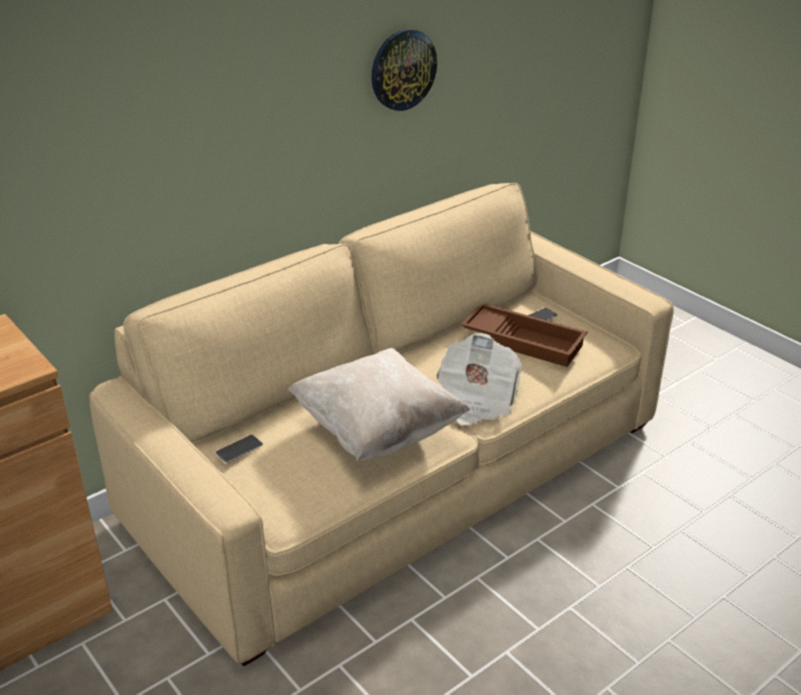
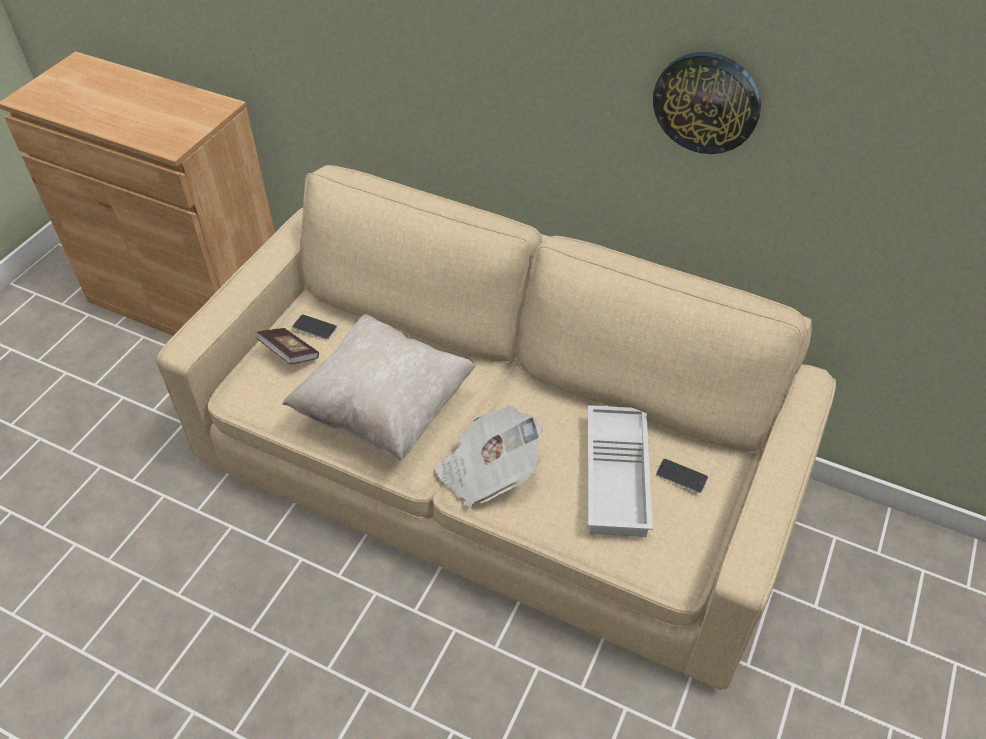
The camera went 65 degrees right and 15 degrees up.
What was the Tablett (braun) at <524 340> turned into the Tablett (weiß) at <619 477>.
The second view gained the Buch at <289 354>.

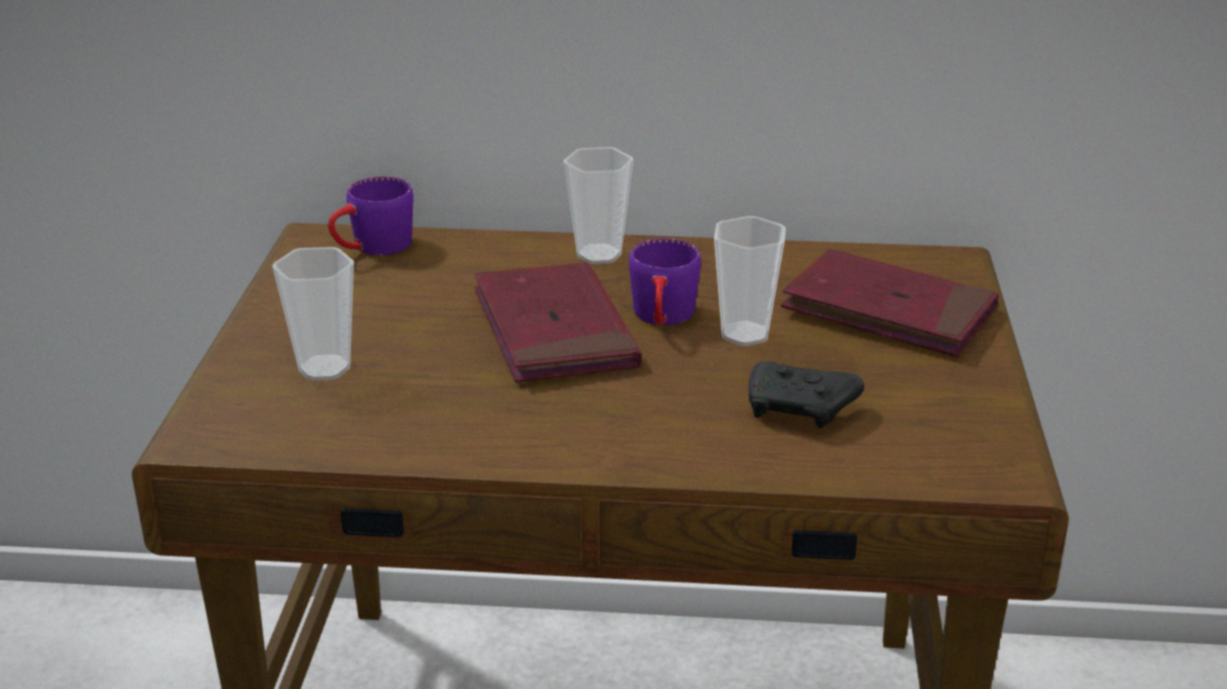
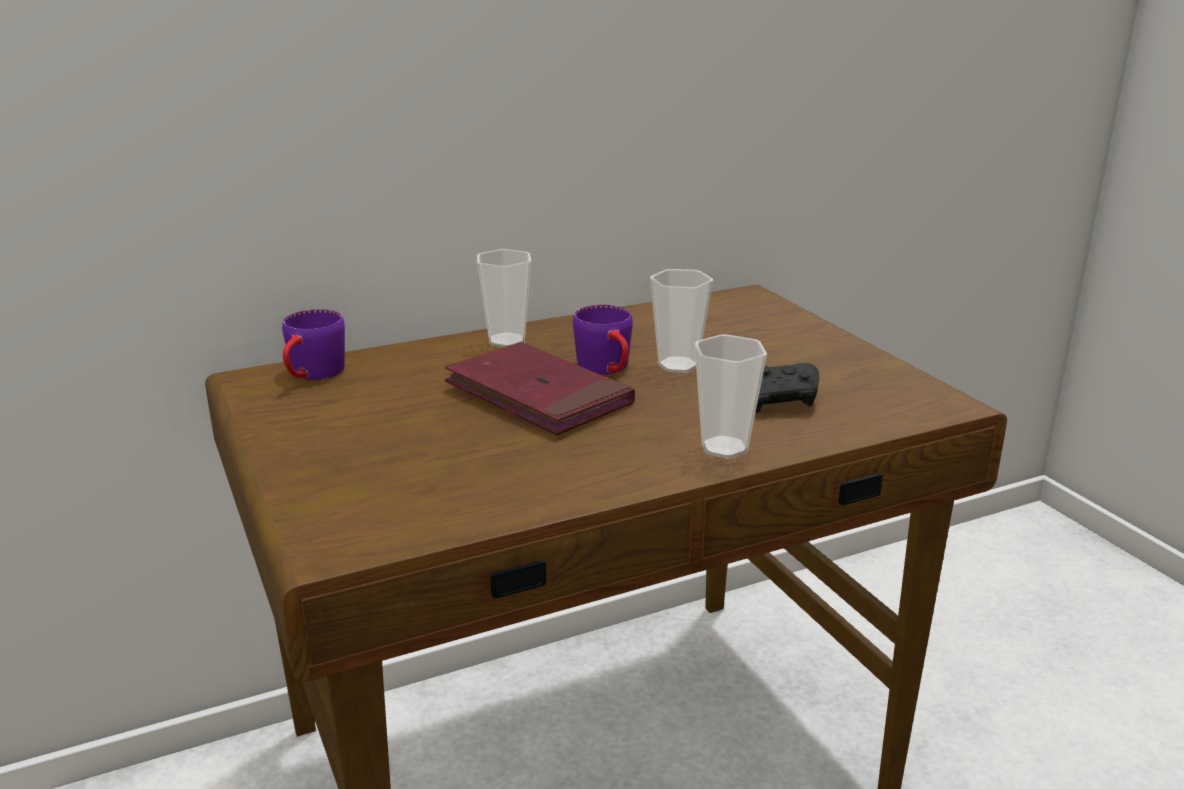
The camera went 30 degrees left and 5 degrees down.
The Tasse ended up elsewhere, having gone from <324 368> to <724 448>.
The second view lost the Buch (rot) at <888 311>.

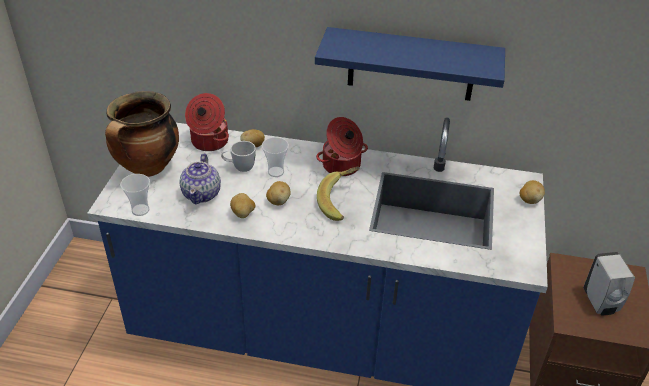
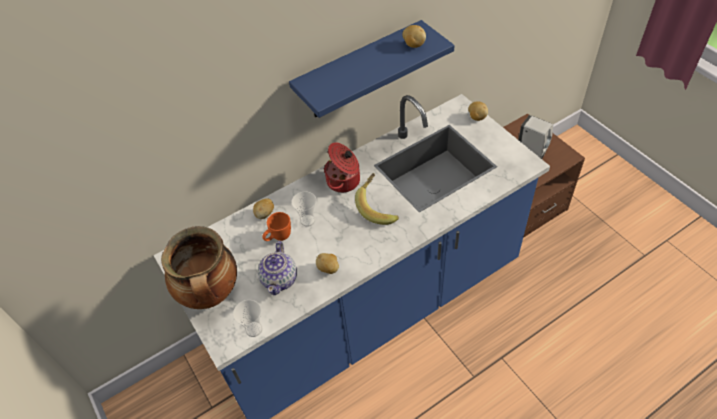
The camera went 40 degrees left and 10 degrees up.
The Teekanne at <202 193> ended up facing another way, 45 degrees clockwise from before.
The second view lost the Kochtopf at <209 142>.
What was the Henkelbecher (weiß) at <239 167> turned into the Henkelbecher (orange) at <278 238>.
The Kartoffel ended up elsewhere, having gone from <278 201> to <413 45>.

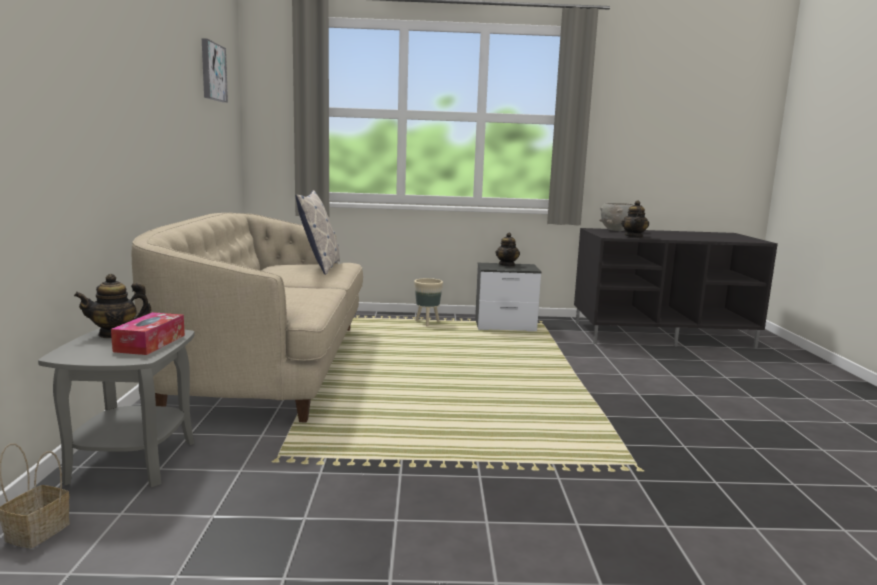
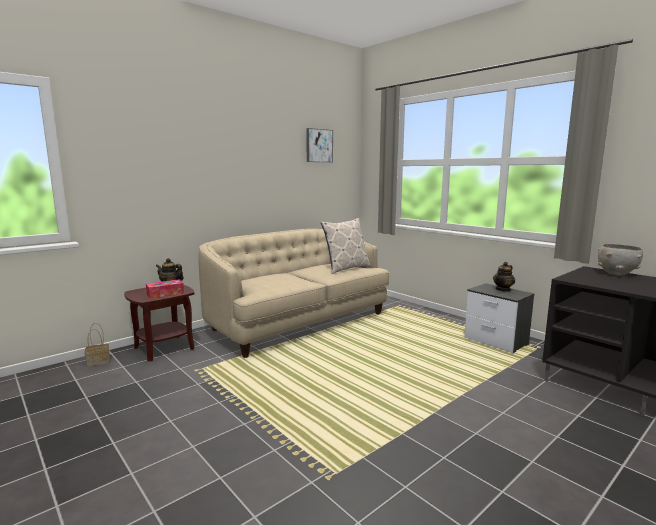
The camera went 50 degrees right and 0 degrees up.
What was the Beistelltisch (grau) at <131 461> turned into the Beistelltisch (braun) at <164 348>.
The second view lost the Pflanzkübel (beige) at <427 323>.
The second view lost the Teekanne at <634 236>.

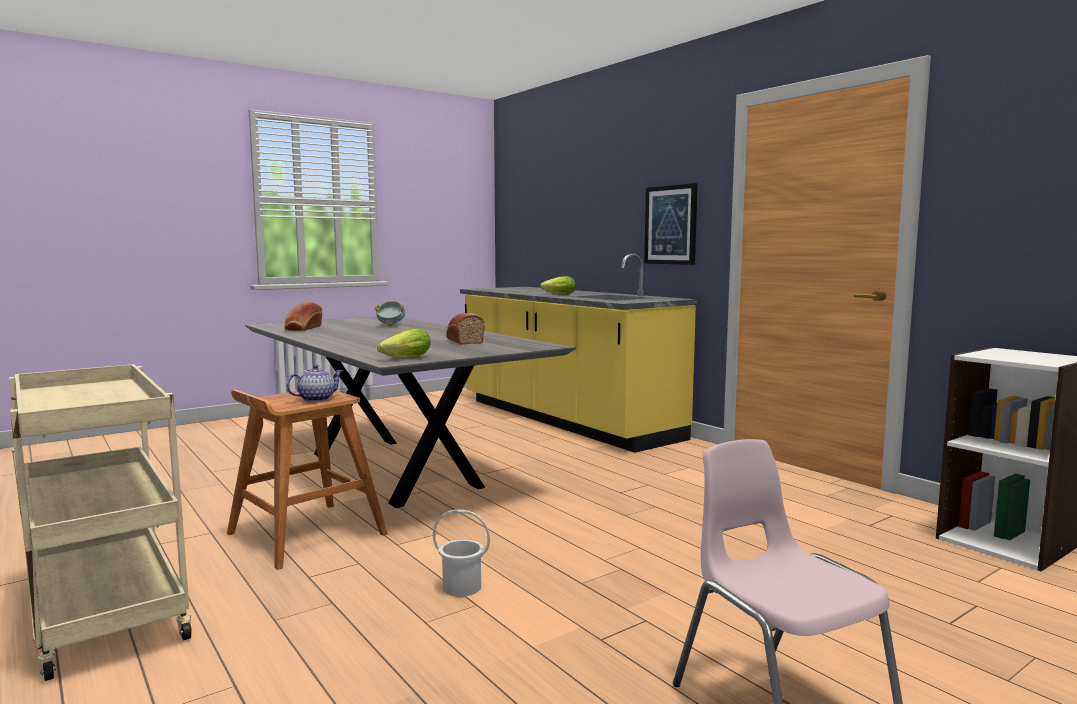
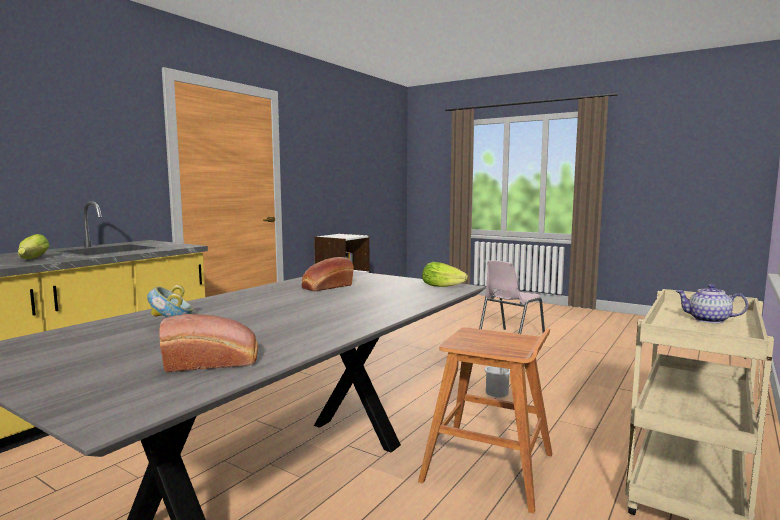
The camera went 110 degrees left and 0 degrees up.
The Teekanne ended up elsewhere, having gone from <316 399> to <708 320>.
The second view lost the Bild at <671 225>.

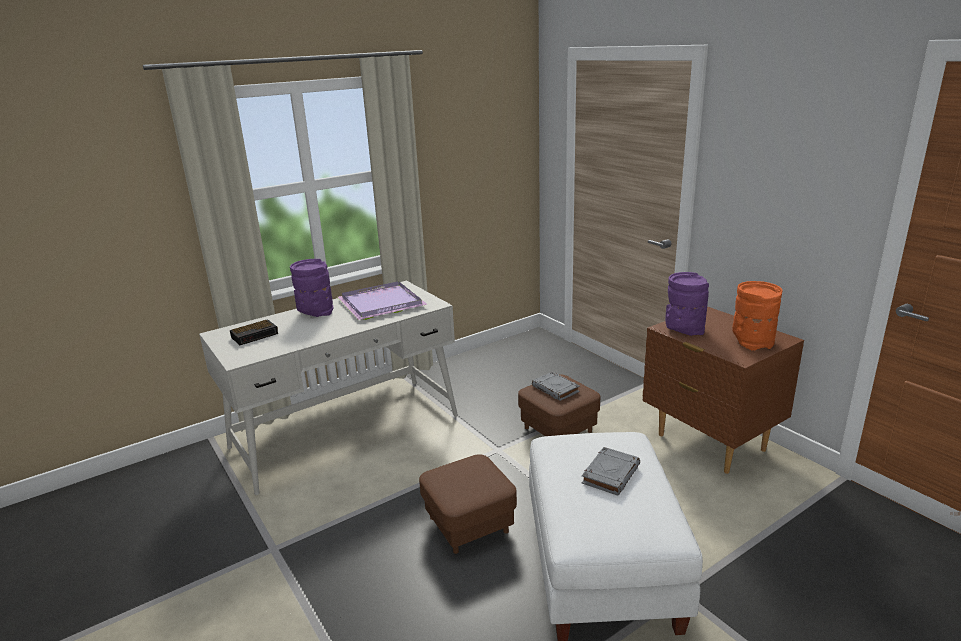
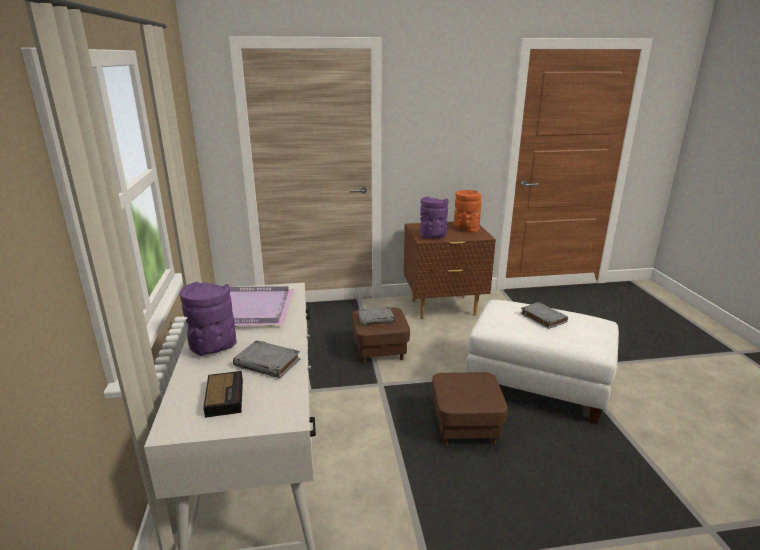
The camera went 65 degrees left and 0 degrees up.
The second view gained the Buch (grau) at <268 363>.

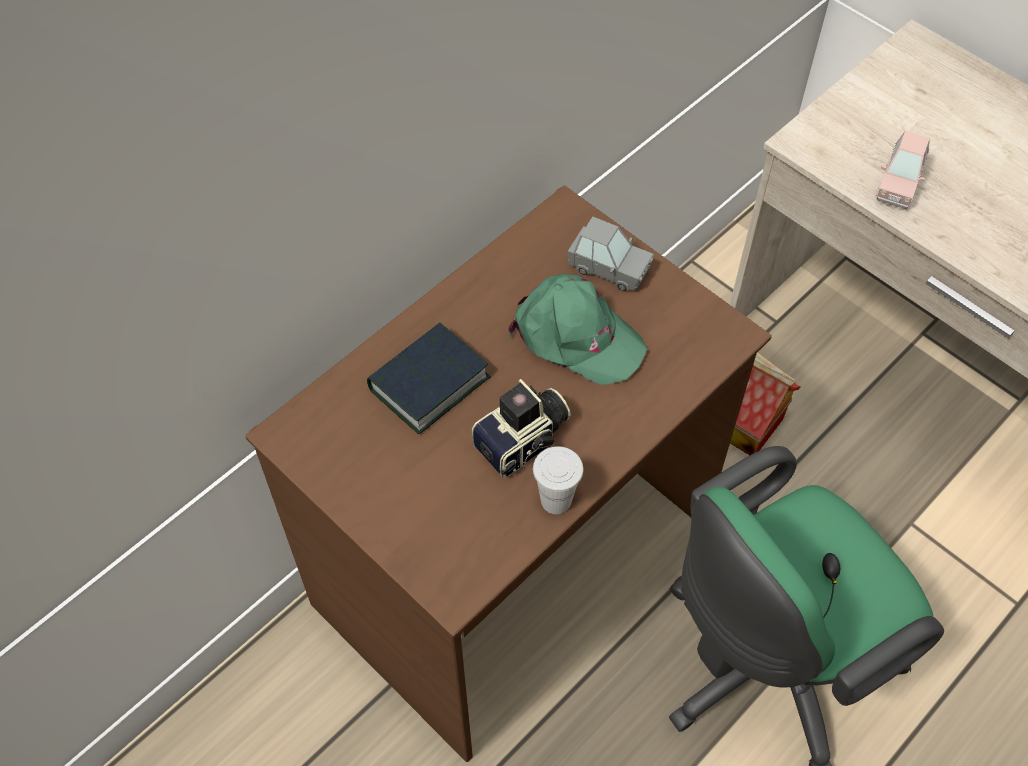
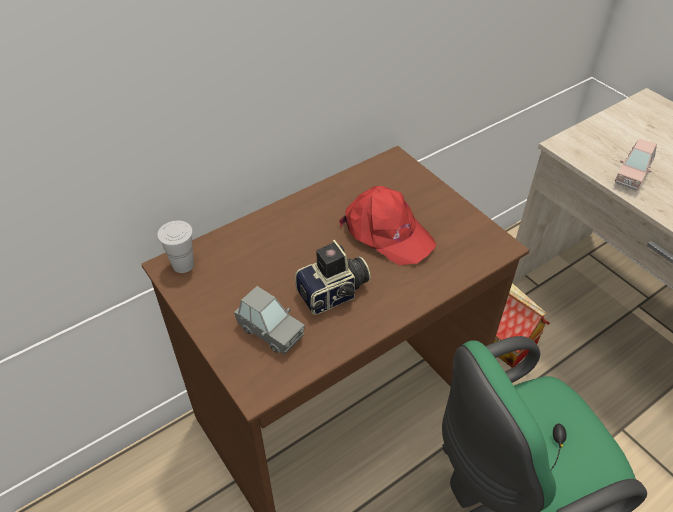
The camera went 10 degrees right and 10 degrees down.
The second view lost the Buch at <429 383>.
What was the Kappe (grün) at <575 336> turned into the Kappe (rot) at <386 232>.
The Tasse (weiß) ended up elsewhere, having gone from <556 500> to <183 265>.
The Spielzeugauto (grau) ended up elsewhere, having gone from <609 269> to <270 331>.

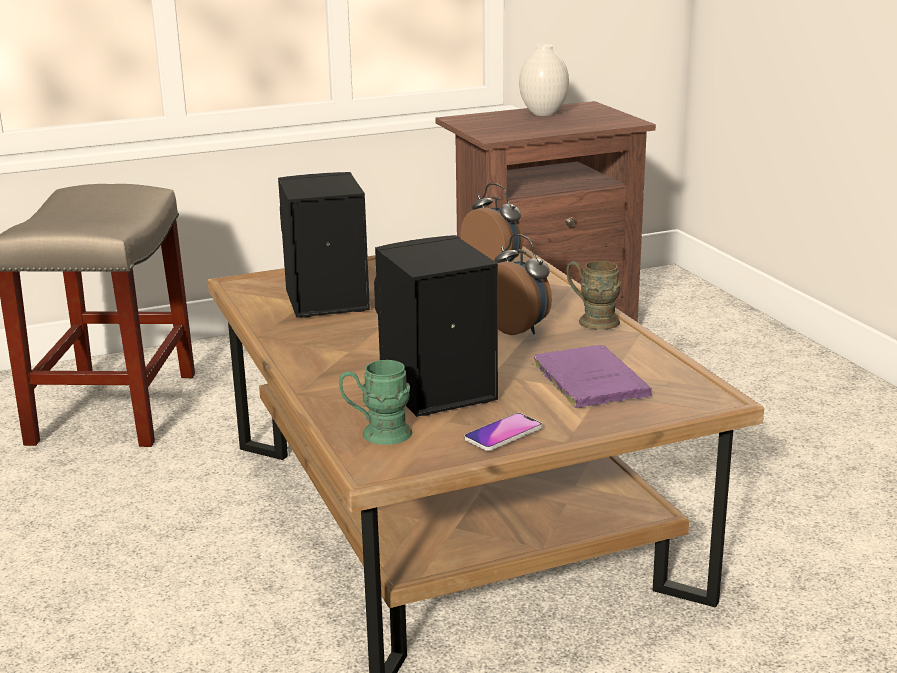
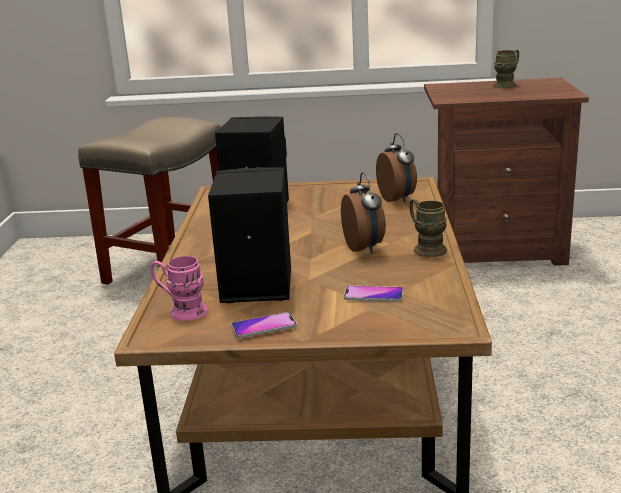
The camera went 25 degrees right and 0 degrees up.
What was the Henkelbecher (grün) at <377 434> turned into the Henkelbecher (rosa) at <181 311>.
Where the Vase (weiß) stood at <543 113>, the Henkelbecher (braun) came to stand at <507 85>.
Where the Buch (lila) stood at <588 380>, the Handy came to stand at <373 295>.

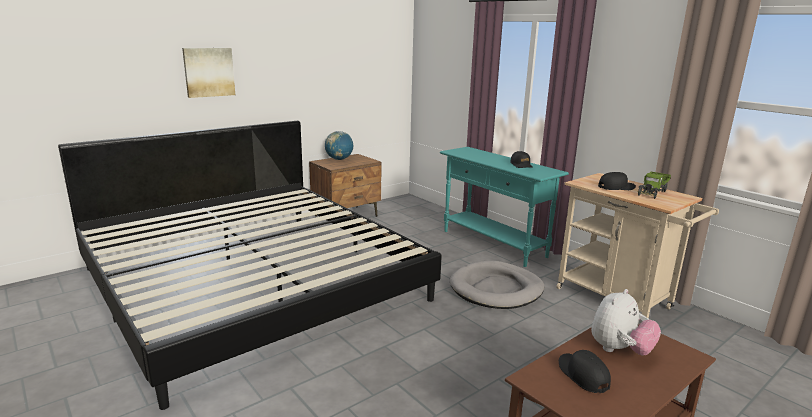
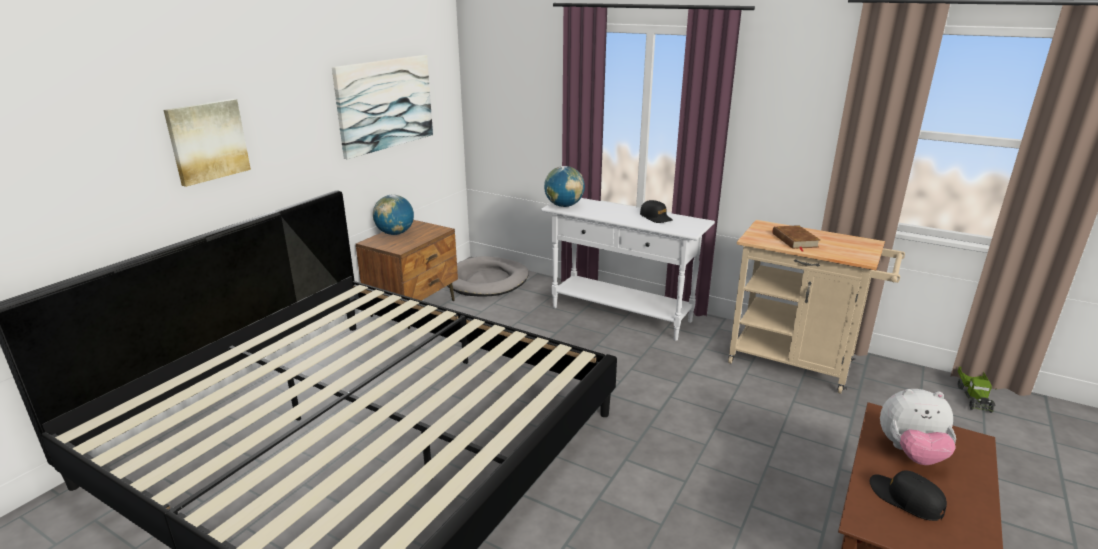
The camera went 20 degrees left and 5 degrees up.
What was the Konsolentisch (türkis) at <493 244> turned into the Konsolentisch (weiß) at <621 315>.
The Hundebett (grau) ended up elsewhere, having gone from <496 289> to <486 281>.
The Plüschtier at <619 350> ended up facing another way, 75 degrees clockwise from before.
Where the Kappe (schwarz) stood at <616 187>, the Buch (braun) came to stand at <794 240>.
The Spielzeuglaster ended up elsewhere, having gone from <652 192> to <974 397>.
The second view gained the Bild at <385 104>.
The second view gained the Globus at <564 206>.

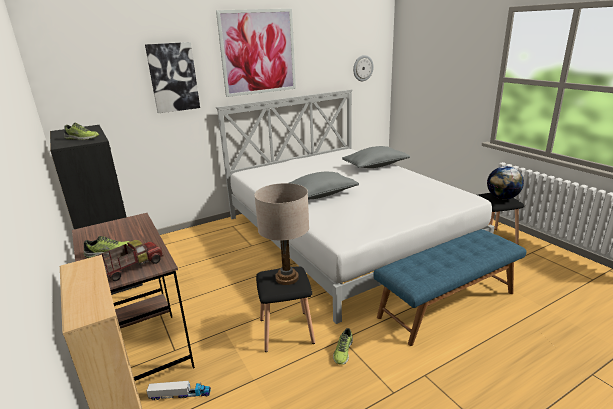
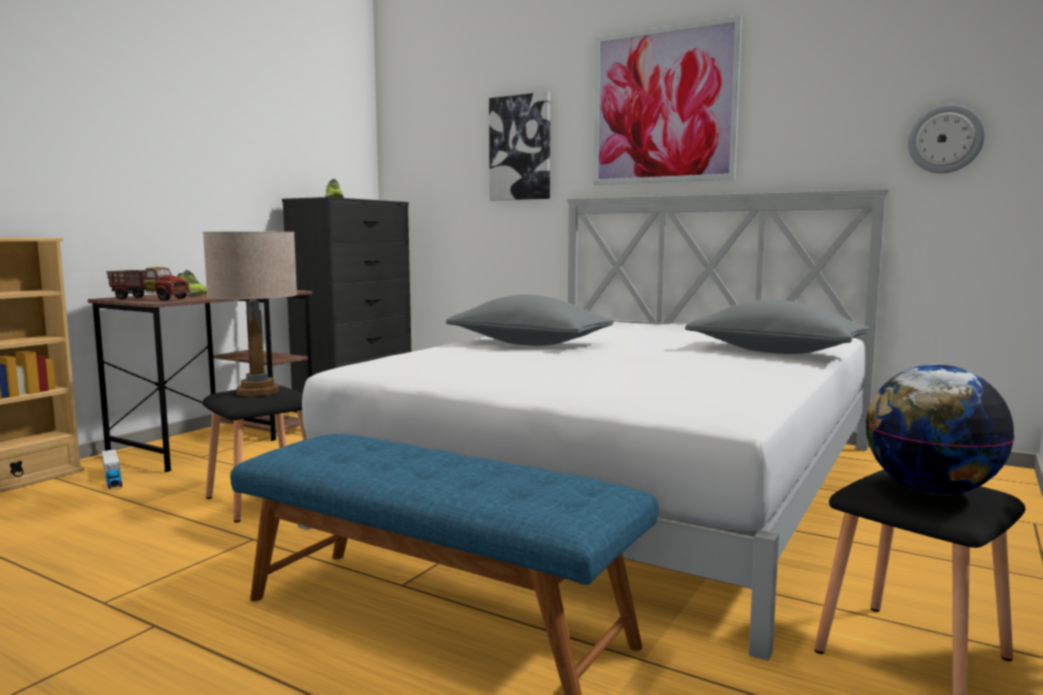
The camera went 60 degrees right and 15 degrees down.
The second view lost the Schuh at <343 351>.

